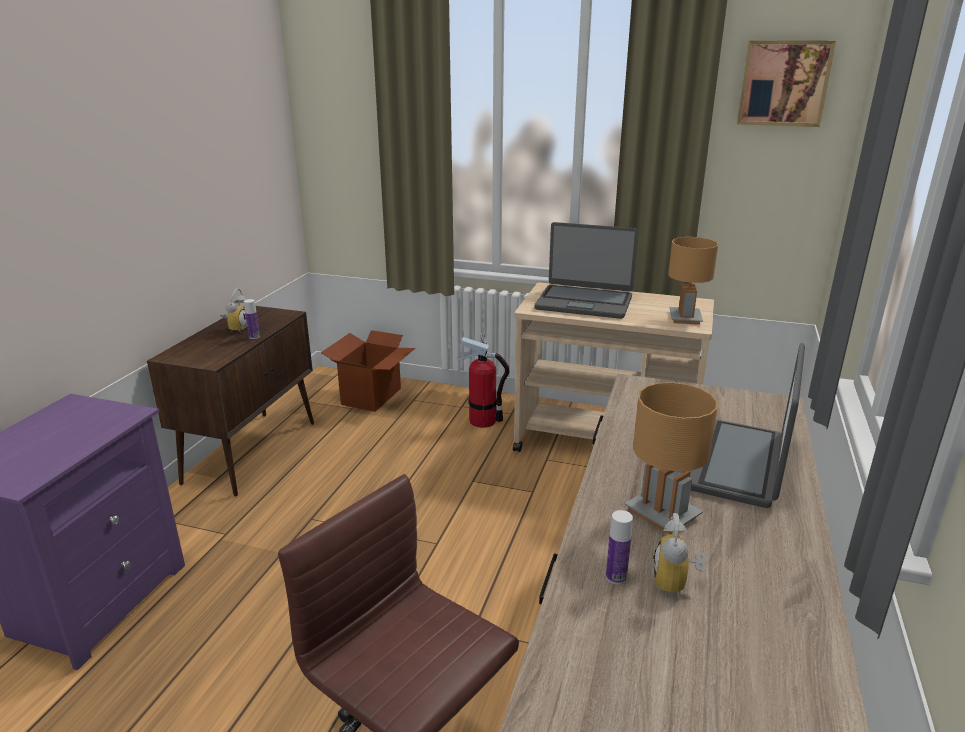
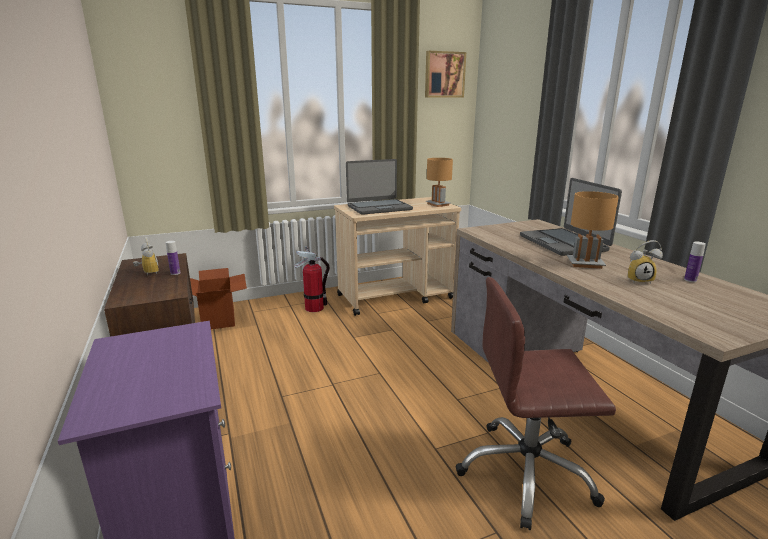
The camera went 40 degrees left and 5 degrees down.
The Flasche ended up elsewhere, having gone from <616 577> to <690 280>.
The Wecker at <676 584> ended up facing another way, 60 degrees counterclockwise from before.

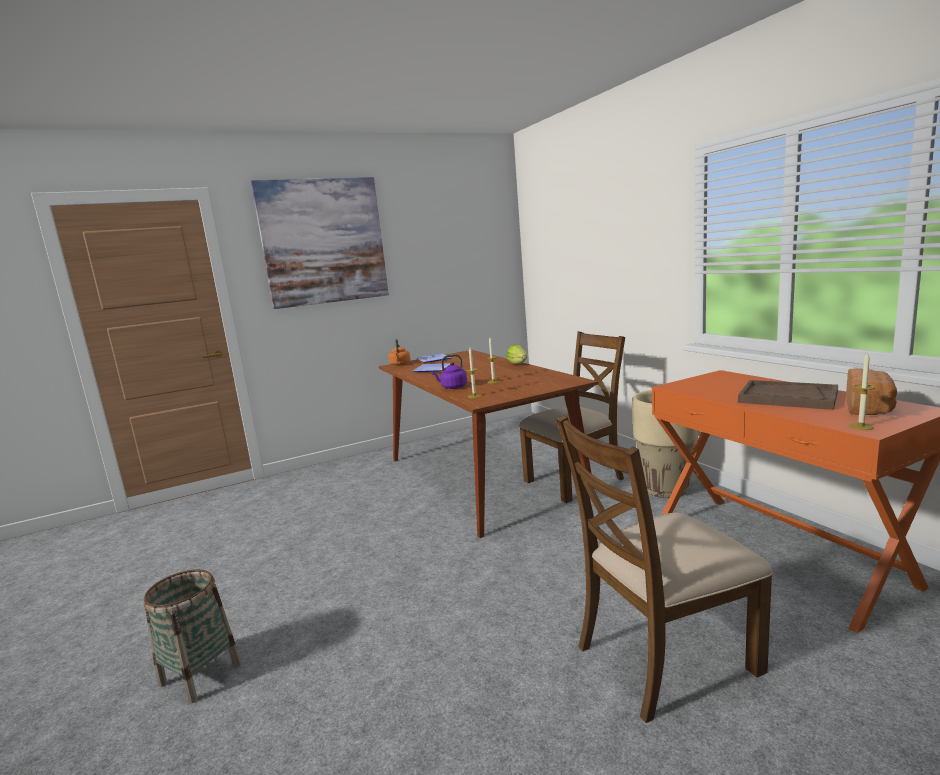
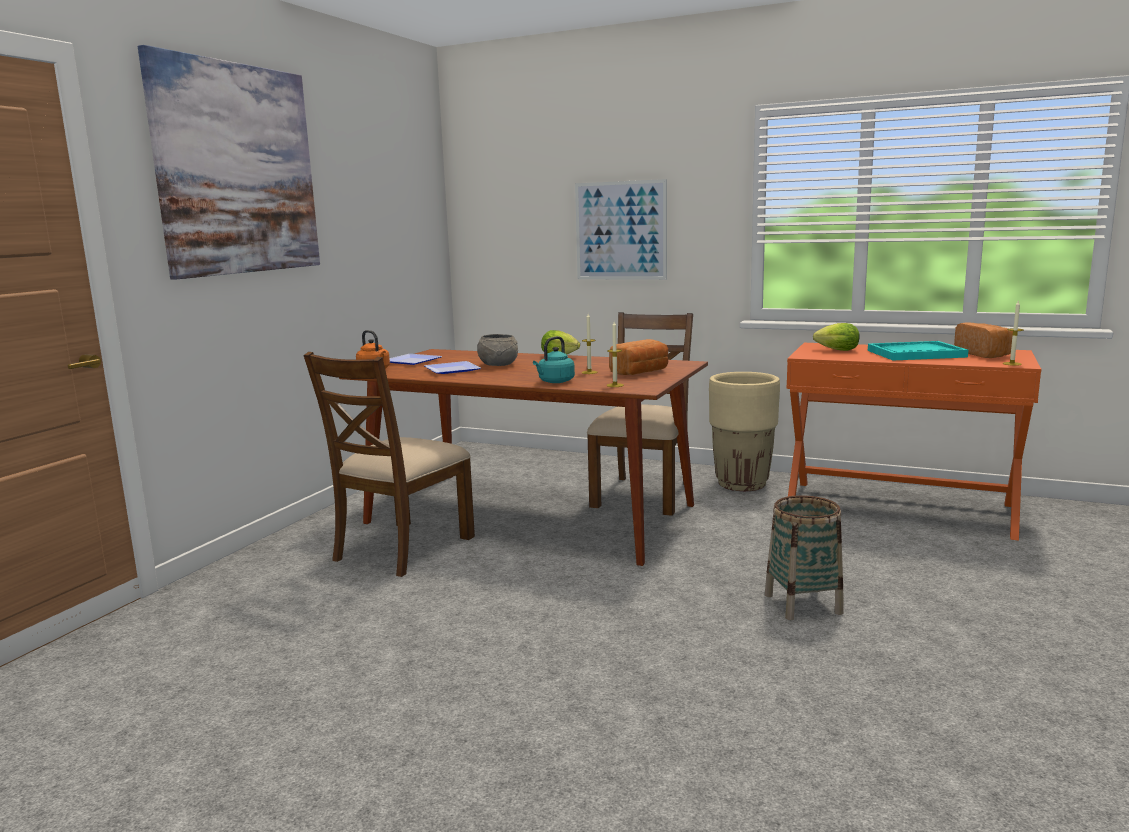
The camera went 40 degrees left and 0 degrees up.
The Korb ended up elsewhere, having gone from <200 674> to <802 604>.
What was the Wasserkessel (lila) at <452 387> turned into the Wasserkessel (türkis) at <555 382>.
The Stuhl (braun) ended up elsewhere, having gone from <663 657> to <402 548>.
What was the Tablett (braun) at <787 397> turned into the Tablett (türkis) at <915 354>.
The second view gained the Schüssel (grau) at <498 365>.
The second view gained the Bild at <621 230>.
The second view gained the Brot at <641 372>.
The second view gained the Salatkopf at <835 350>.

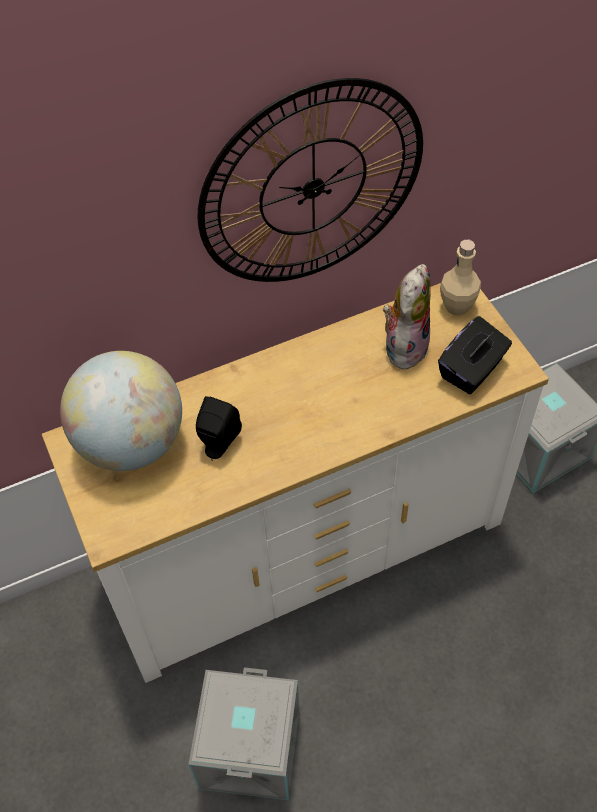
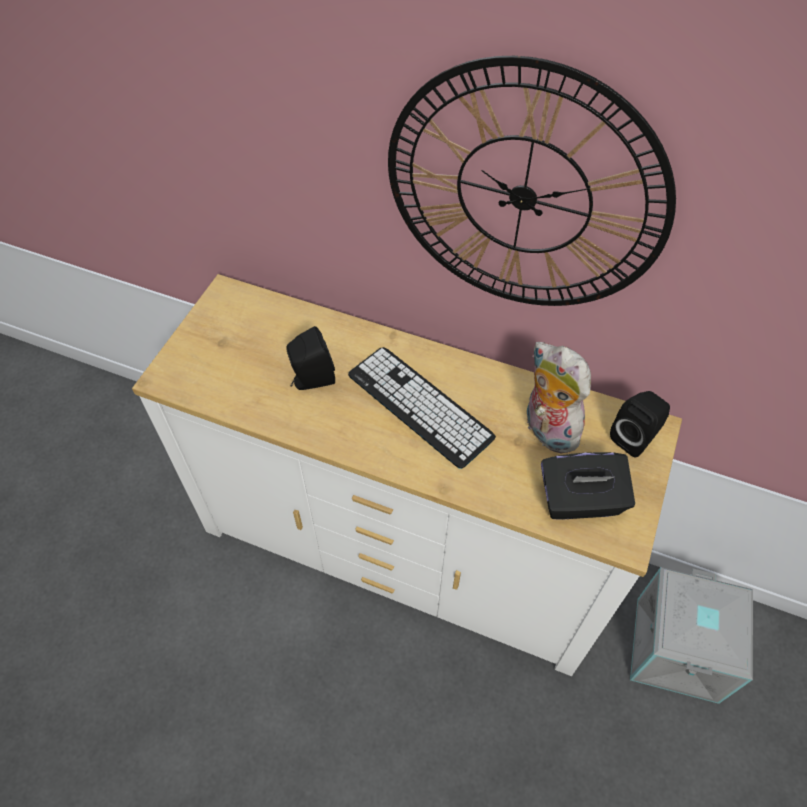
The camera went 45 degrees right and 0 degrees up.
The second view lost the Globus at <131 443>.
The second view lost the Aufbewahrungsbox (grau) at <248 747>.
The Plüschtier at <404 345> ended up facing another way, 105 degrees counterclockwise from before.
Where the Flasche (beige) stood at <457 306>, the Lautsprecher (schwarz) came to stand at <635 437>.
The second view gained the Tastatur at <419 406>.

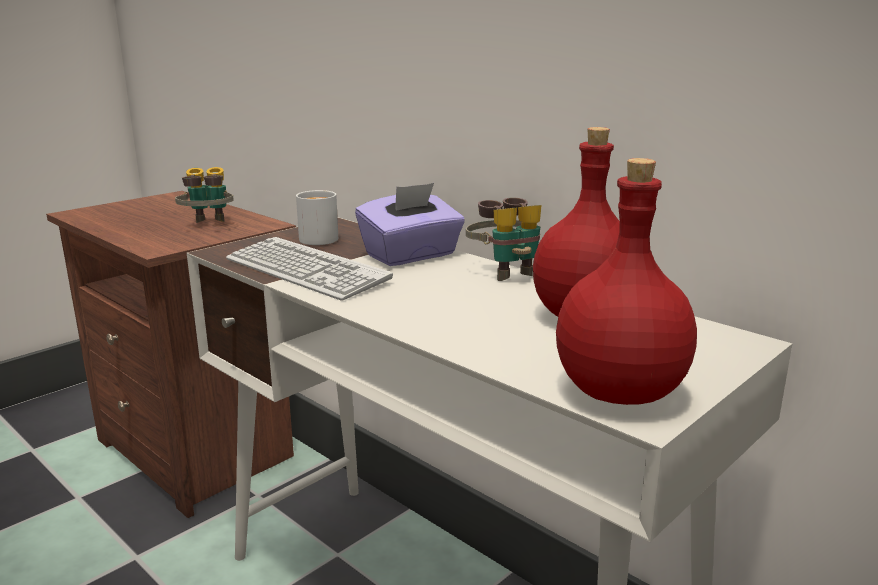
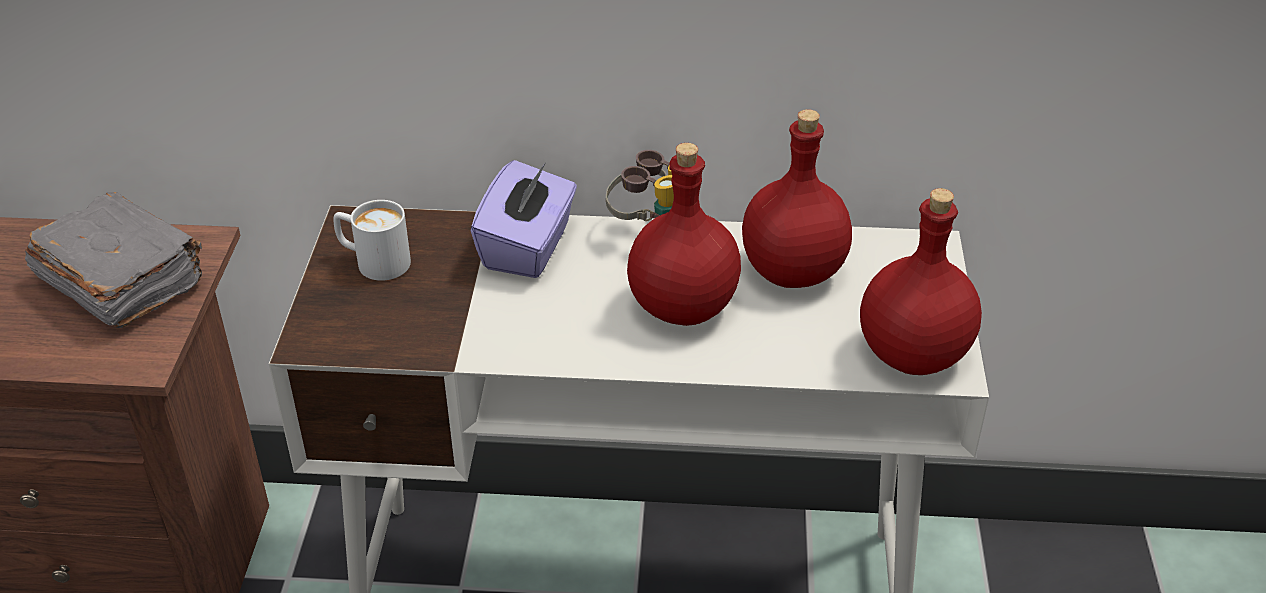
The camera went 40 degrees left and 20 degrees up.
Where the Fernglas stood at <208 225>, the Buch (grau) came to stand at <121 281>.
The second view lost the Tastatur at <305 270>.
The second view gained the Flasche (rot) at <681 306>.

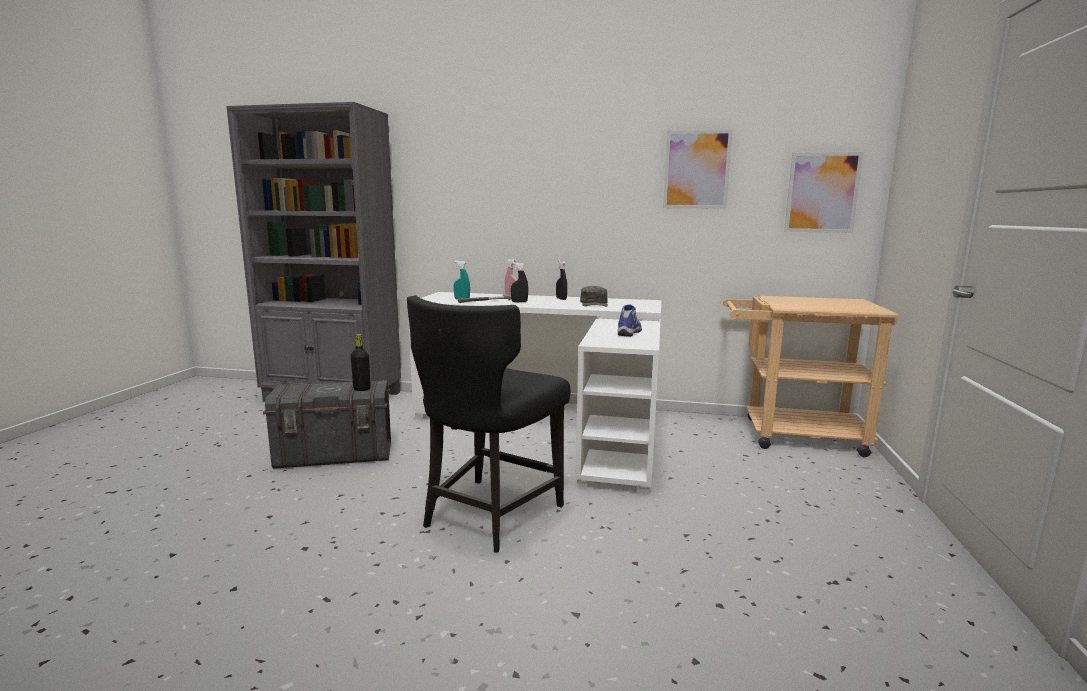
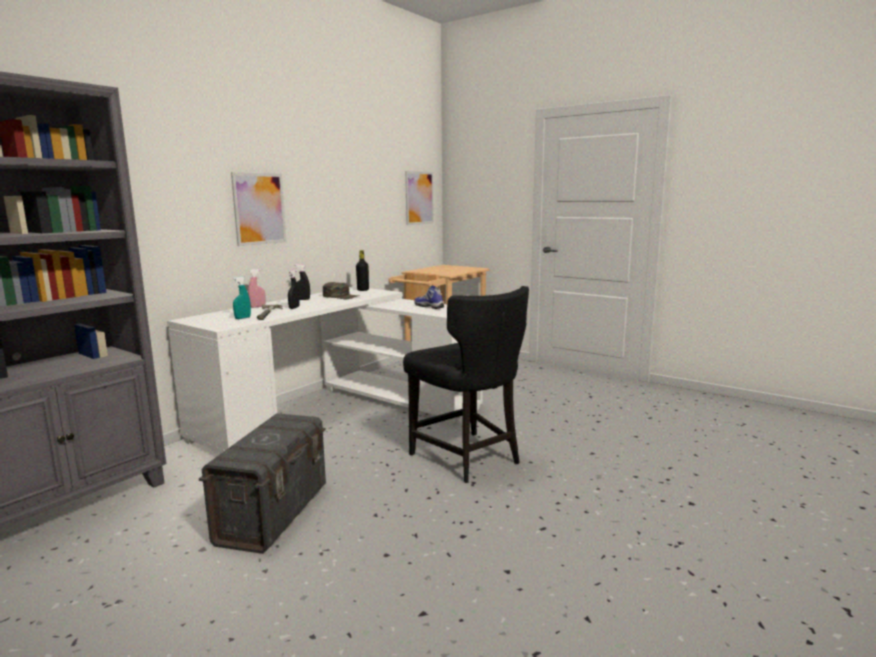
The camera went 65 degrees left and 0 degrees up.
The Flasche (schwarz) ended up elsewhere, having gone from <362 389> to <363 290>.
The Bild ended up elsewhere, having gone from <696 170> to <259 209>.

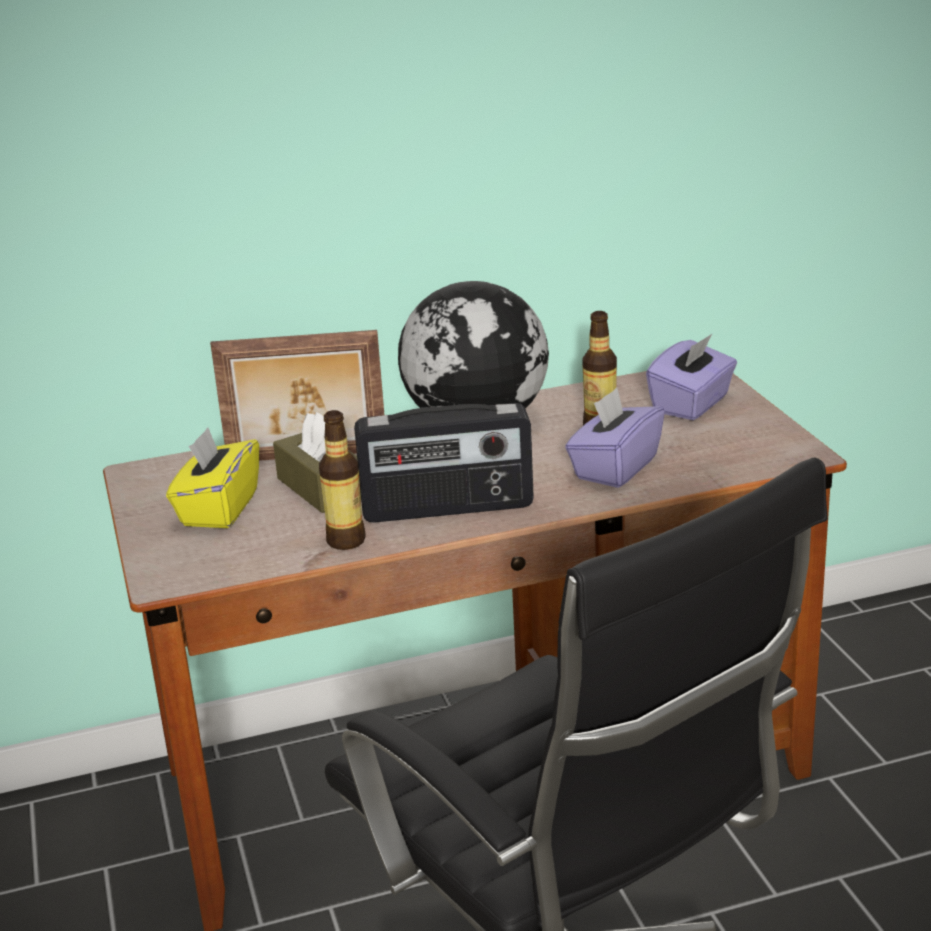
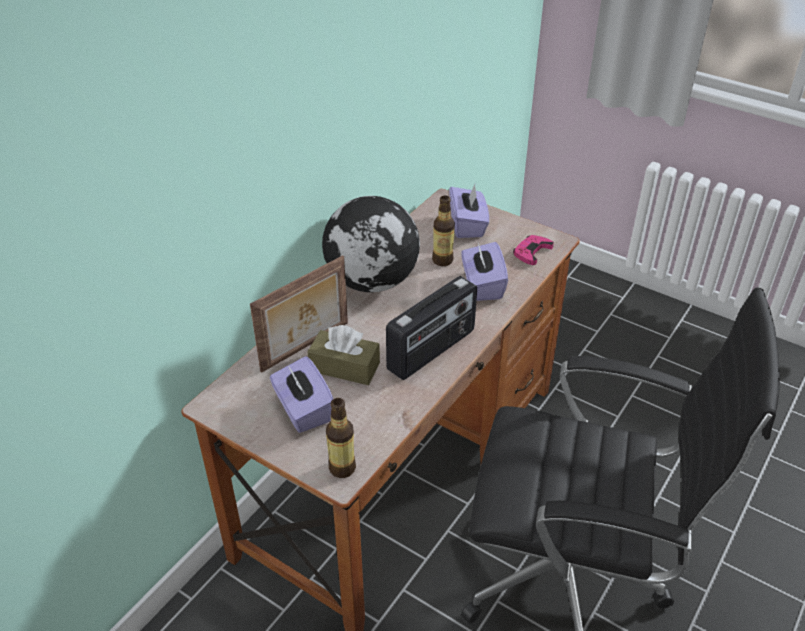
The camera went 40 degrees left and 15 degrees up.
What was the Taschentuchbox (gelb) at <218 509> turned into the Taschentuchbox (lila) at <303 410>.
The Flasche ended up elsewhere, having gone from <346 541> to <342 468>.
The second view gained the Gamepad (rosa) at <531 252>.

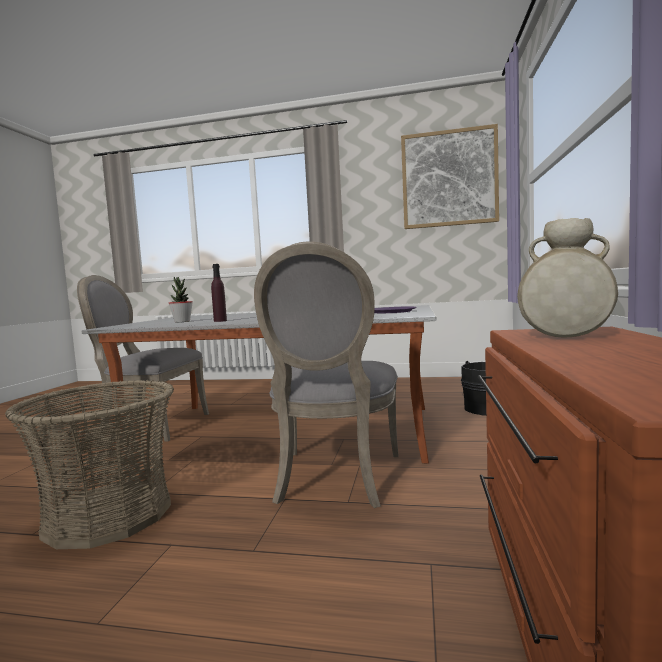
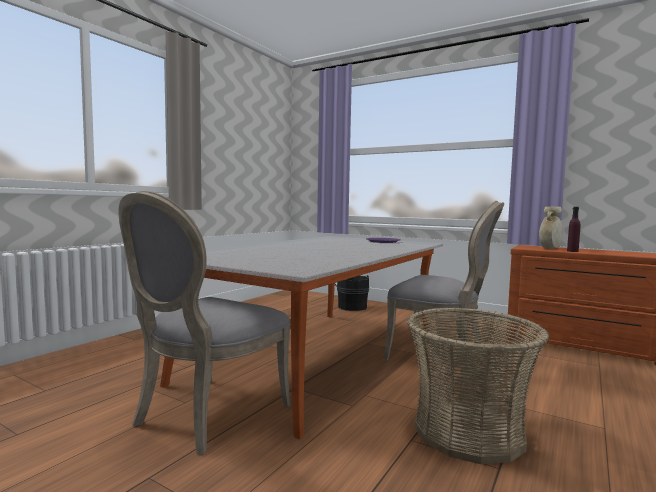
The camera went 70 degrees left and 0 degrees up.
The second view lost the Topfpflanze at <182 321>.
The Flasche (lila) ended up elsewhere, having gone from <220 321> to <572 251>.
The second view lost the Bild at <449 179>.

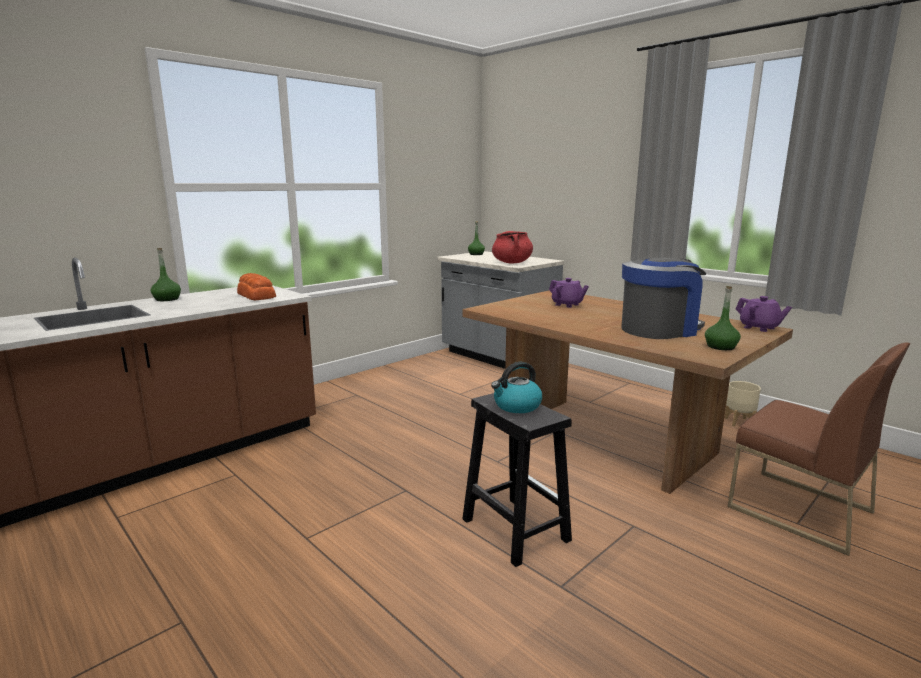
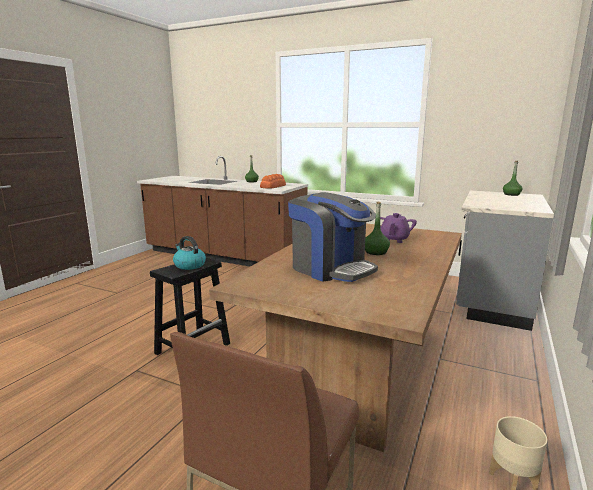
The camera went 70 degrees right and 0 degrees up.
The second view lost the Kochtopf (rot) at <512 263>.
The Flasche (grün) ended up elsewhere, having gone from <720 347> to <376 252>.
The second view lost the Teekanne (lila) at <759 328>.

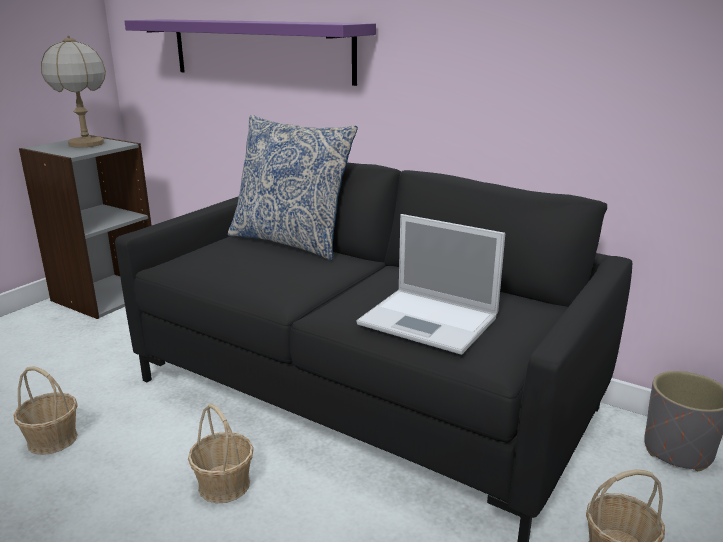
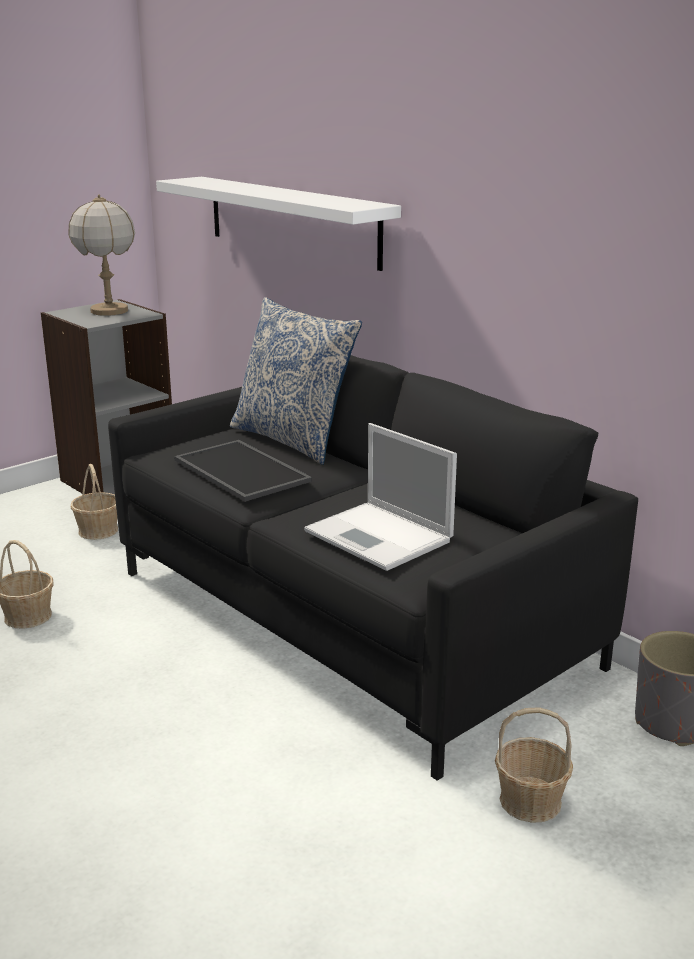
The camera went 15 degrees right and 0 degrees up.
What was the Wandregal (lila) at <259 50> turned into the Wandregal (weiß) at <291 220>.
The Korb ended up elsewhere, having gone from <224 484> to <98 530>.
The second view gained the Tablett at <244 470>.

